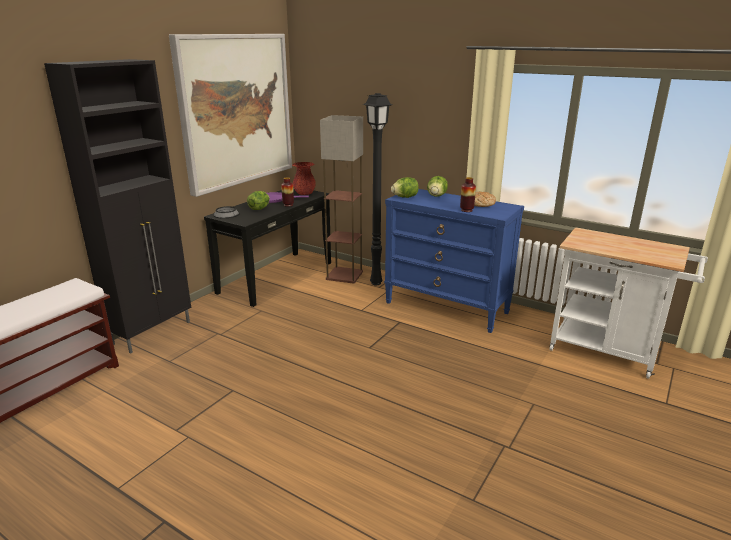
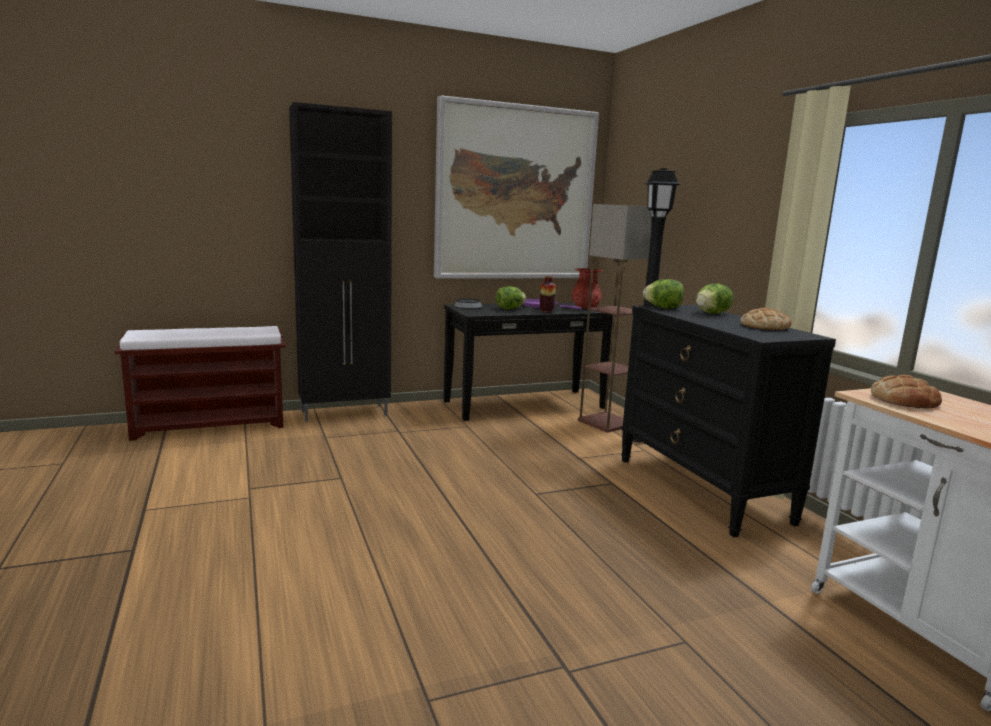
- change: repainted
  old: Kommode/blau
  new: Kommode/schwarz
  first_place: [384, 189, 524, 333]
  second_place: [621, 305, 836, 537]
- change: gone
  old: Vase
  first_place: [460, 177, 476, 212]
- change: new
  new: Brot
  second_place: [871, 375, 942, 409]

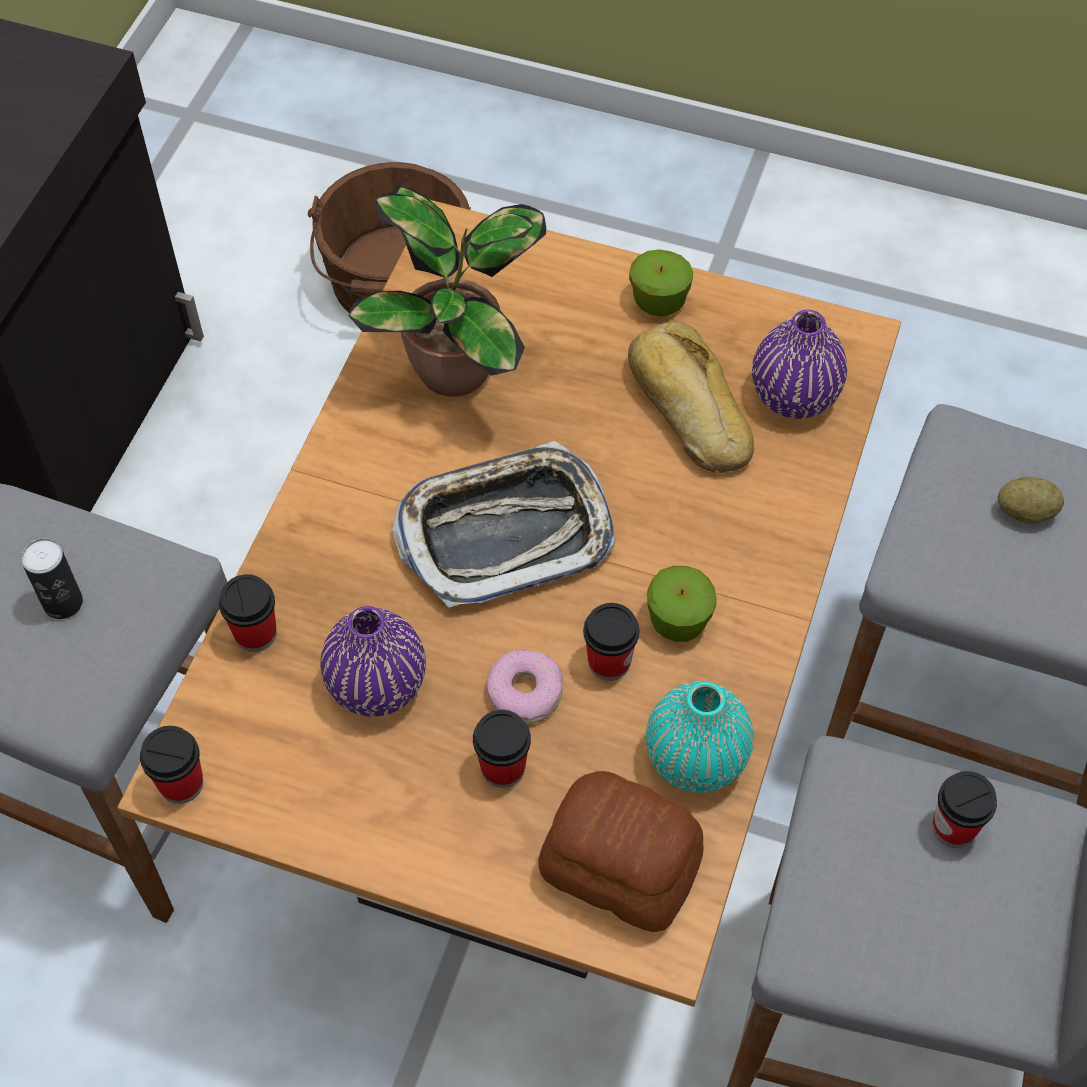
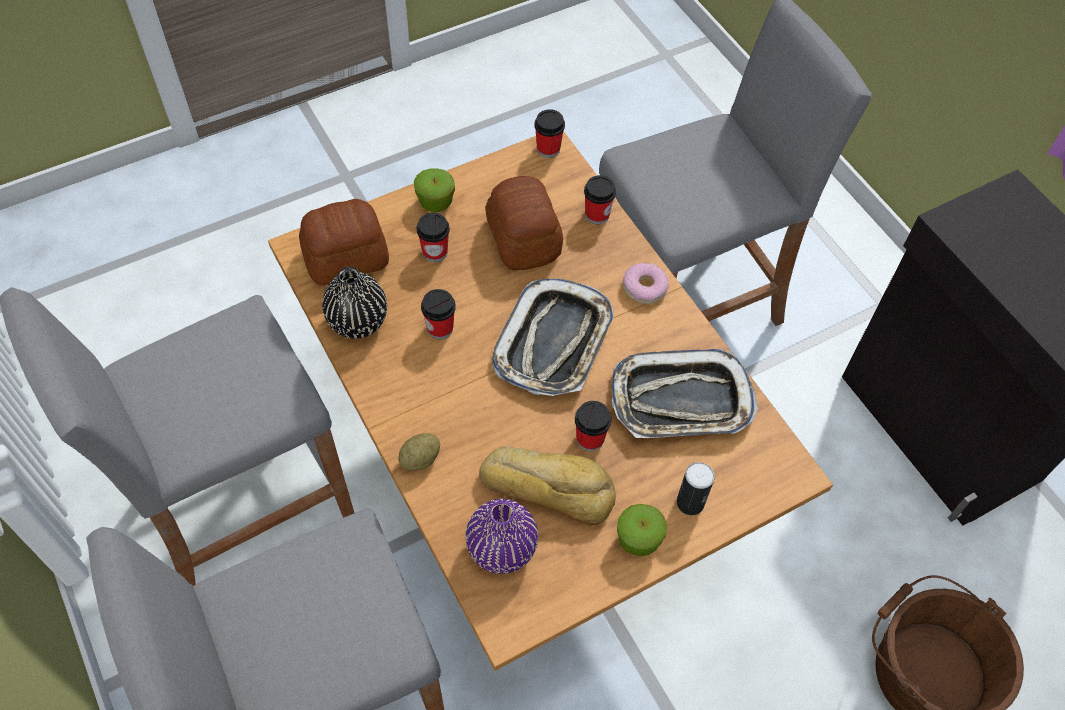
- change: shifted
  old: Dose
  first_place: [21, 538, 83, 619]
  second_place: [677, 462, 715, 515]
- change: swapped
  old: Vase/lila
  new: Brot
  first_place: [320, 606, 426, 717]
  second_place: [485, 176, 563, 270]
- change: swapped
  old: Topfpflanze
  new: Tablett
  first_place: [349, 186, 546, 397]
  second_place: [612, 349, 758, 438]
- change: shifted
  old: Donut
  first_place: [487, 650, 563, 724]
  second_place: [623, 263, 669, 304]
- change: repainted
  old: Vase/türkis
  new: Vase/schwarz
  first_place: [646, 682, 754, 793]
  second_place: [322, 267, 387, 339]
- change: shifted
  old: Apfel
  first_place: [647, 566, 717, 642]
  second_place: [414, 168, 455, 212]
- change: shifted
  old: Tasse
  first_place: [933, 771, 997, 847]
  second_place: [575, 401, 612, 451]
- change: shifted
  old: Kartoffel
  first_place: [998, 477, 1064, 524]
  second_place: [398, 433, 440, 471]

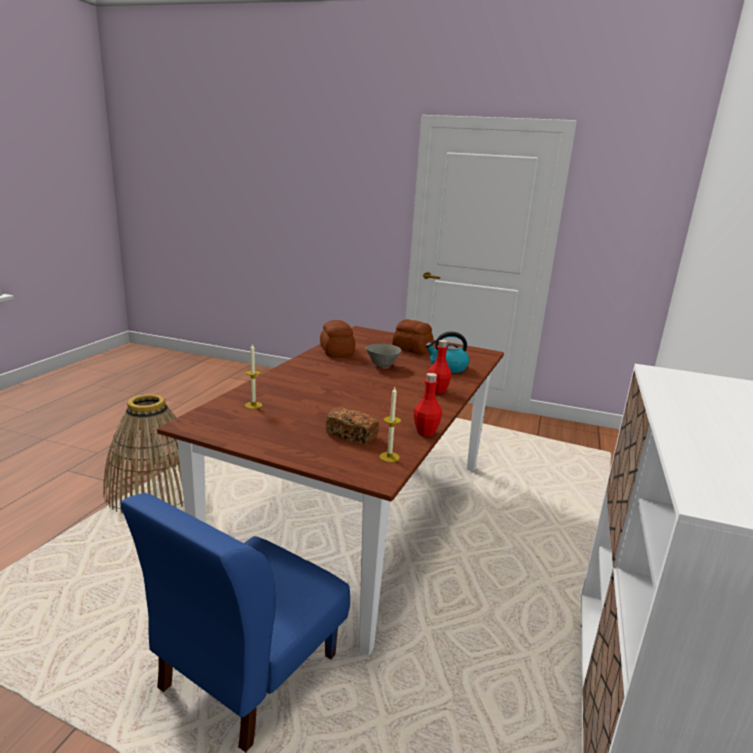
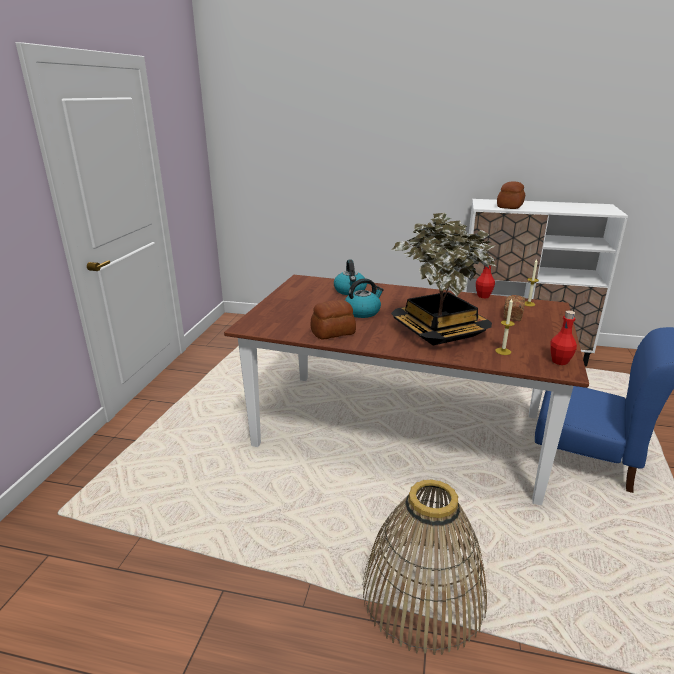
- change: swapped
  old: Schüssel/grau
  new: Wasserkessel
  first_place: [366, 344, 402, 367]
  second_place: [345, 278, 384, 318]
- change: shifted
  old: Brot
  first_place: [392, 319, 433, 354]
  second_place: [497, 181, 525, 209]
- change: shifted
  old: Flasche/rot
  first_place: [428, 340, 451, 394]
  second_place: [550, 311, 577, 365]
- change: new
  new: Topfpflanze
  second_place: [391, 213, 497, 345]

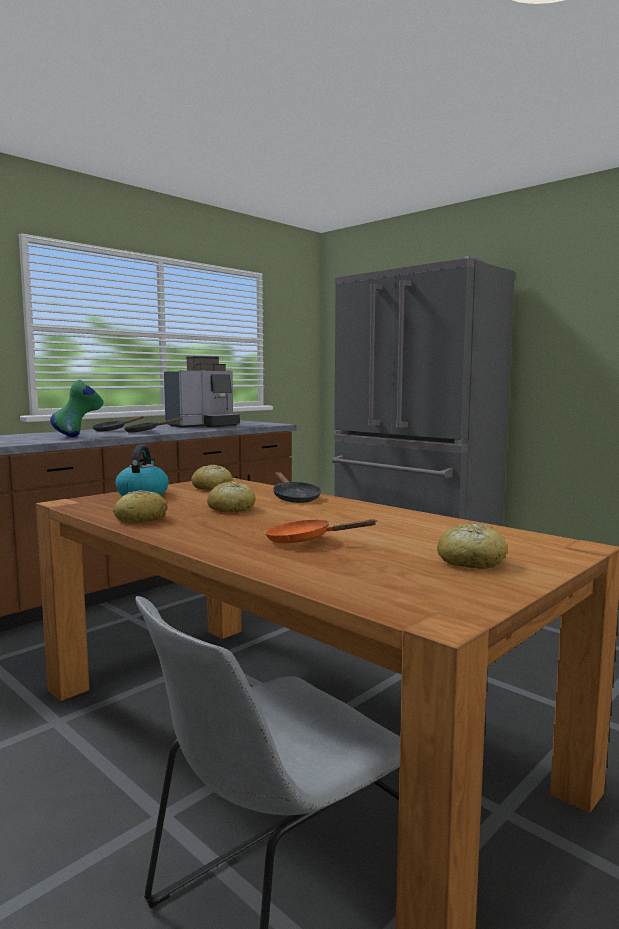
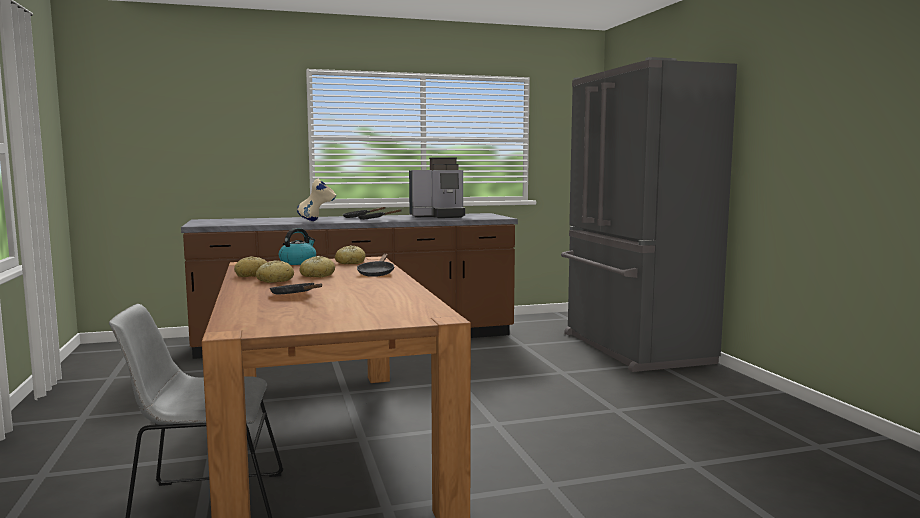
- change: repainted
  old: Vase/grün
  new: Vase/beige
  first_place: [50, 380, 104, 437]
  second_place: [297, 179, 336, 221]
- change: repainted
  old: Pfanne/orange
  new: Pfanne/schwarz
  first_place: [265, 519, 377, 543]
  second_place: [270, 283, 322, 295]
- change: shifted
  old: Brot
  first_place: [437, 523, 507, 569]
  second_place: [256, 260, 294, 283]

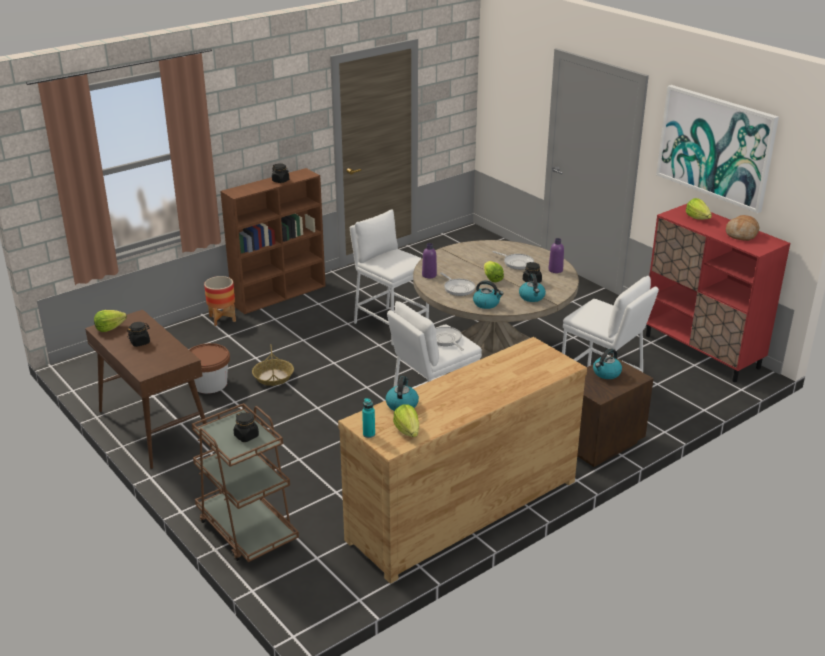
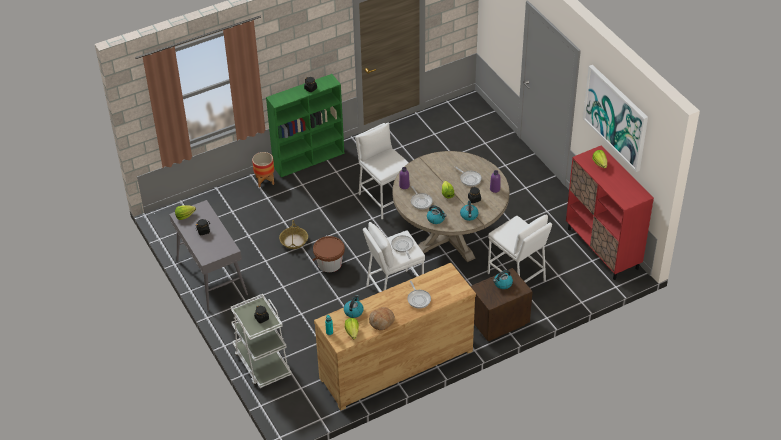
- change: repainted
  old: Konsolentisch/braun
  new: Konsolentisch/grau
  first_place: [85, 310, 207, 469]
  second_place: [169, 200, 248, 311]
- change: shifted
  old: Eimer/braun
  first_place: [189, 343, 230, 394]
  second_place: [313, 236, 345, 272]
- change: repainted
  old: Rollwagen/braun
  new: Rollwagen/weiß
  first_place: [192, 403, 299, 562]
  second_place: [231, 294, 292, 388]
- change: repainted
  old: Bücherregal/braun
  new: Bücherregal/grün
  first_place: [220, 168, 326, 314]
  second_place: [266, 74, 344, 177]
- change: shifted
  old: Brot
  first_place: [726, 215, 759, 241]
  second_place: [369, 307, 395, 330]
- change: new
  new: Pfanne
  second_place: [407, 281, 431, 309]

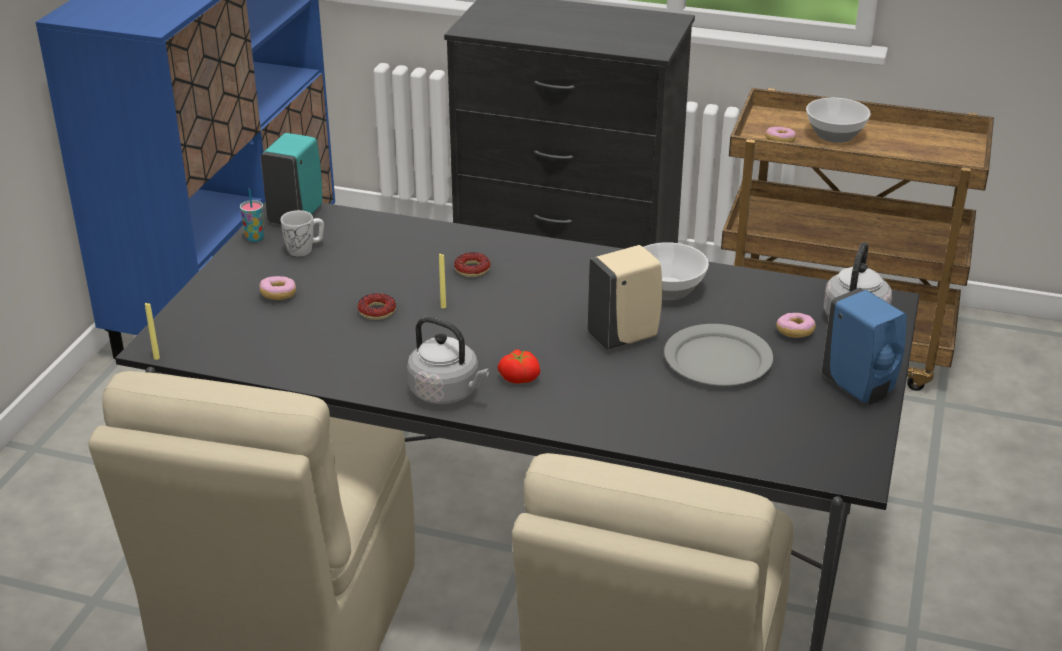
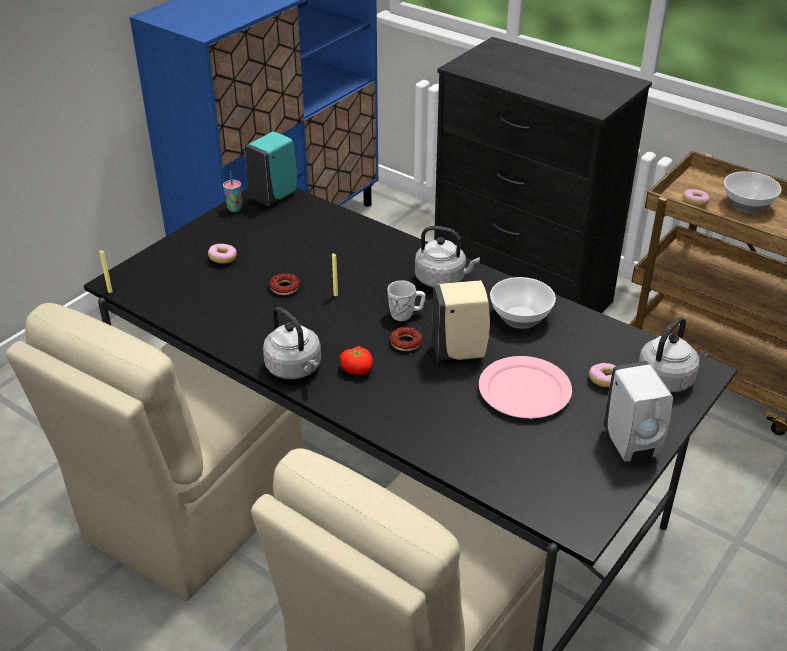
- change: shifted
  old: Henkelbecher/weiß
  first_place: [281, 210, 324, 256]
  second_place: [387, 280, 426, 321]
- change: shifted
  old: Donut
  first_place: [454, 252, 491, 277]
  second_place: [390, 327, 422, 351]
- change: repainted
  old: Teller/grau
  new: Teller/rosa
  first_place: [664, 324, 773, 386]
  second_place: [479, 356, 572, 418]
- change: repainted
  old: Seifenspender/blau
  new: Seifenspender/weiß
  first_place: [822, 288, 907, 404]
  second_place: [603, 361, 673, 464]
- change: new
  new: Wasserkessel/grau
  second_place: [415, 226, 480, 288]

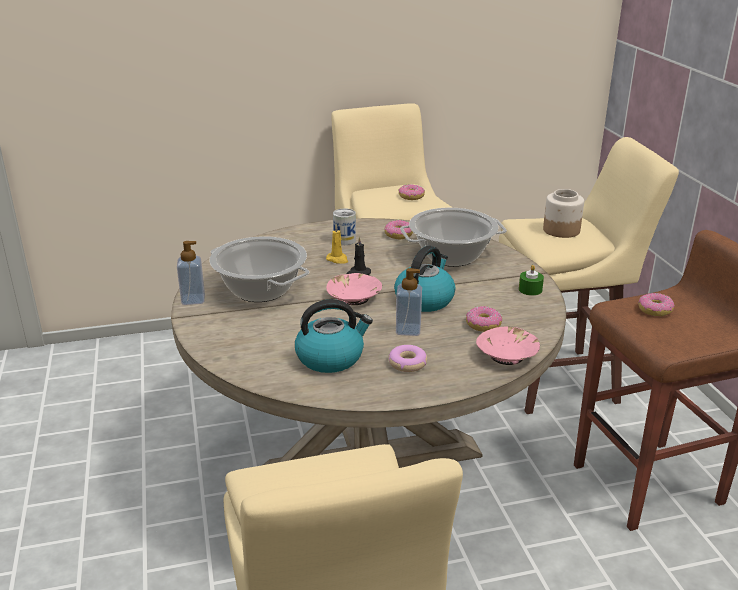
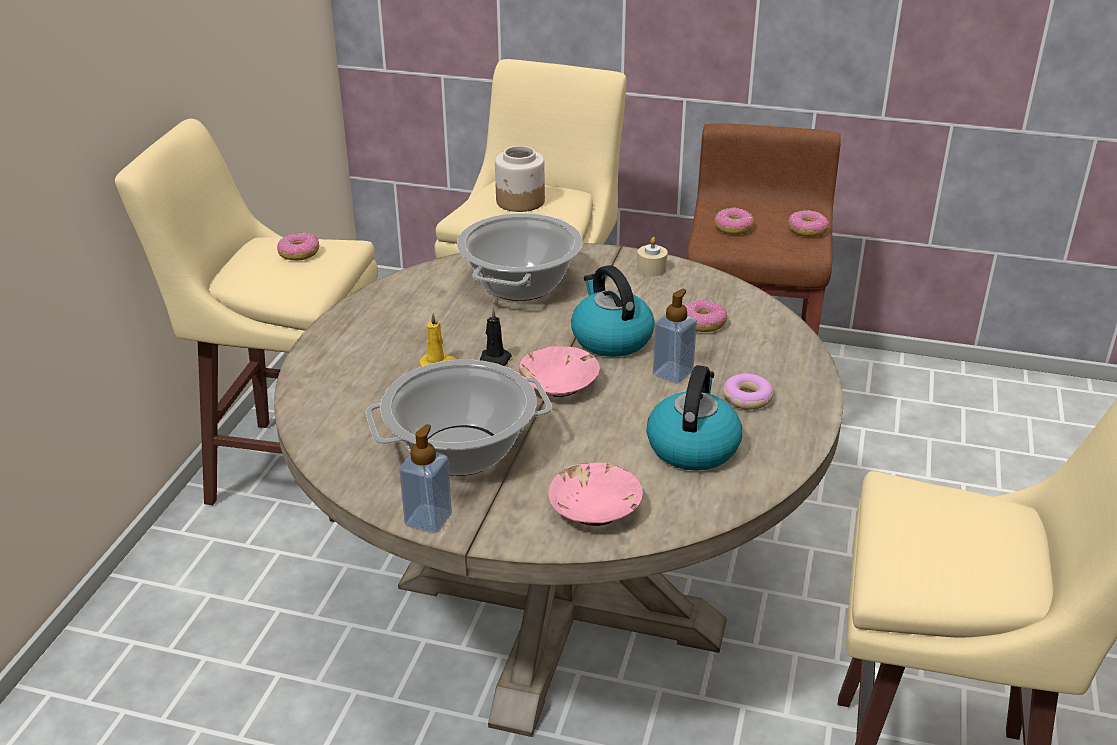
- change: gone
  old: Dose
  first_place: [333, 208, 356, 245]
- change: shifted
  old: Donut
  first_place: [385, 220, 413, 239]
  second_place: [788, 210, 829, 237]
- change: shifted
  old: Schüssel/rosa
  first_place: [476, 326, 540, 365]
  second_place: [549, 462, 643, 526]
- change: repainted
  old: Kerze/grün
  new: Kerze/beige
  first_place: [519, 265, 544, 296]
  second_place: [637, 237, 668, 277]

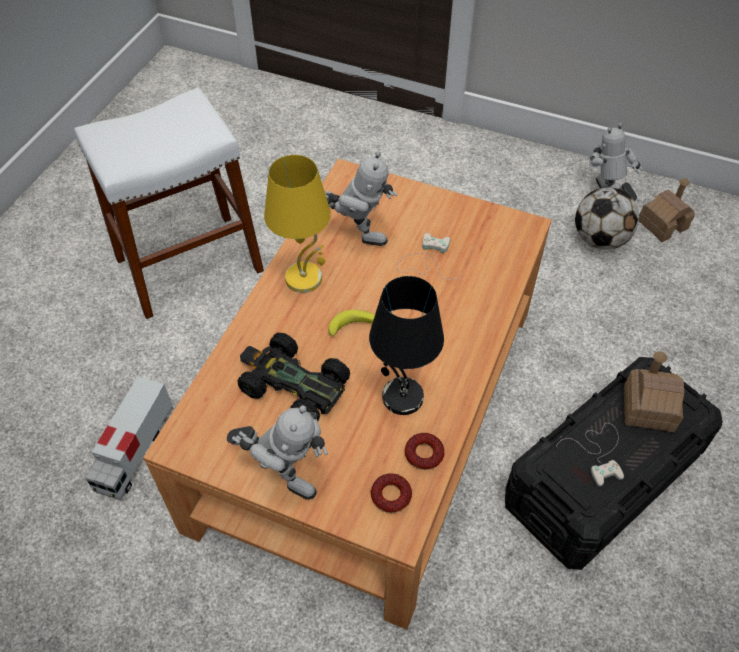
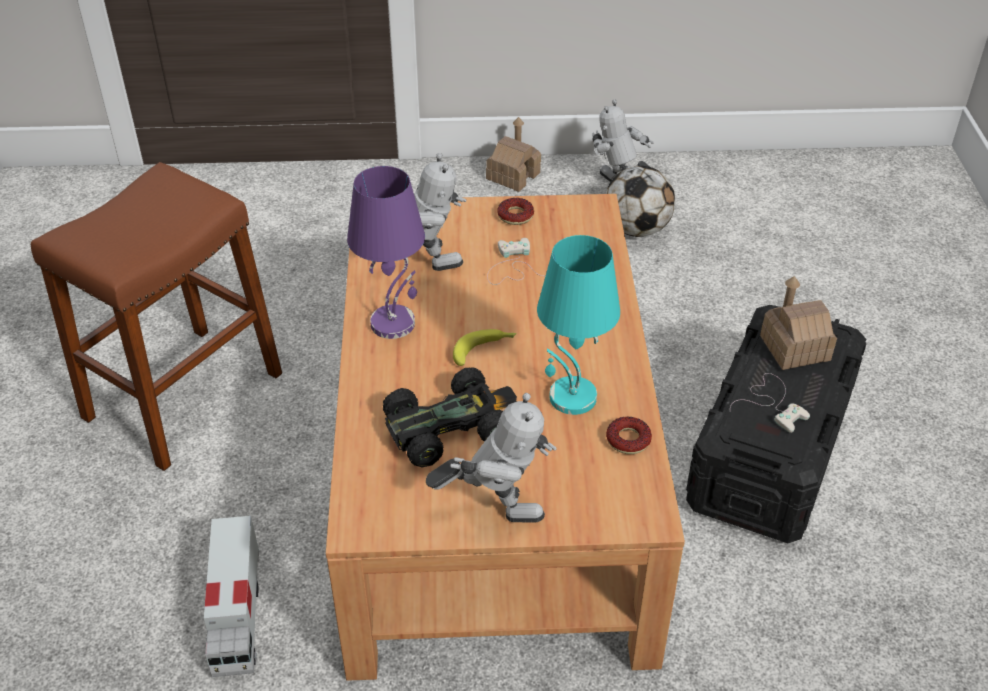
- change: repainted
  old: Hocker/weiß
  new: Hocker/braun
  first_place: [74, 88, 264, 319]
  second_place: [31, 162, 282, 471]
- change: rotated
  old: Spielzeugauto/schwarz
  first_place: [237, 333, 350, 421]
  second_place: [383, 367, 517, 468]
  degrees: 150
- change: repainted
  old: Tischlampe/gelb
  new: Tischlampe/lila
  first_place: [264, 155, 331, 293]
  second_place: [347, 166, 425, 339]
- change: repainted
  old: Tischlampe/schwarz
  new: Tischlampe/türkis
  first_place: [369, 276, 444, 415]
  second_place: [537, 235, 620, 415]
- change: shifted
  old: Donut
  first_place: [371, 473, 412, 513]
  second_place: [497, 198, 534, 225]
- change: shifted
  old: Spielzeughaus
  first_place: [639, 178, 695, 242]
  second_place: [486, 117, 541, 192]

